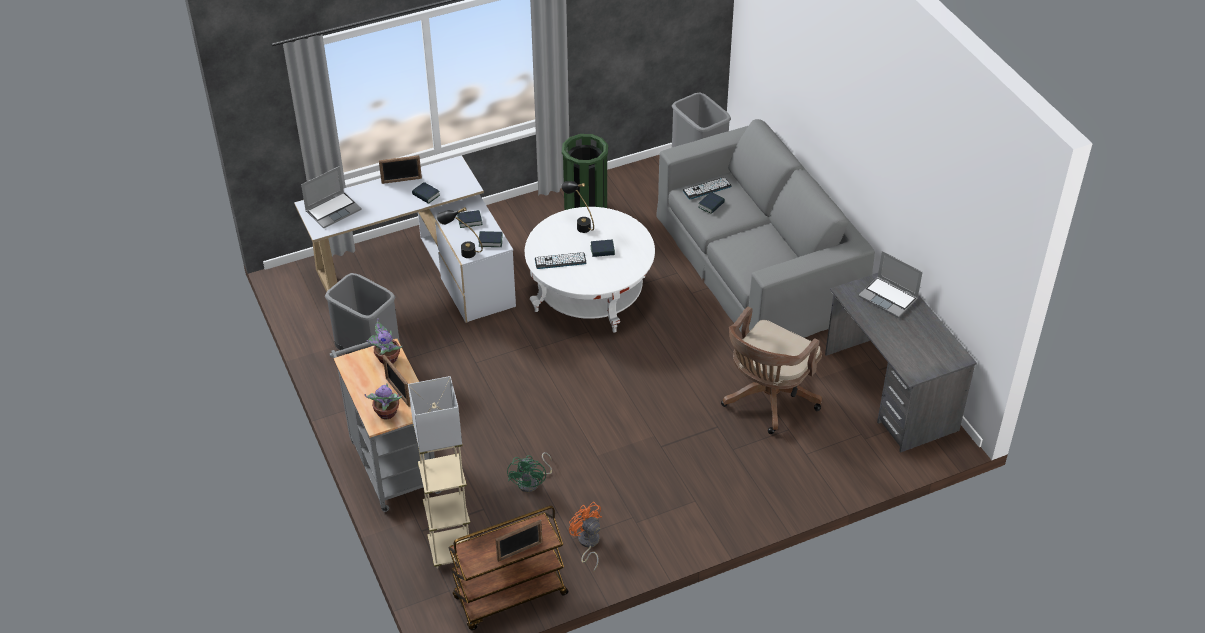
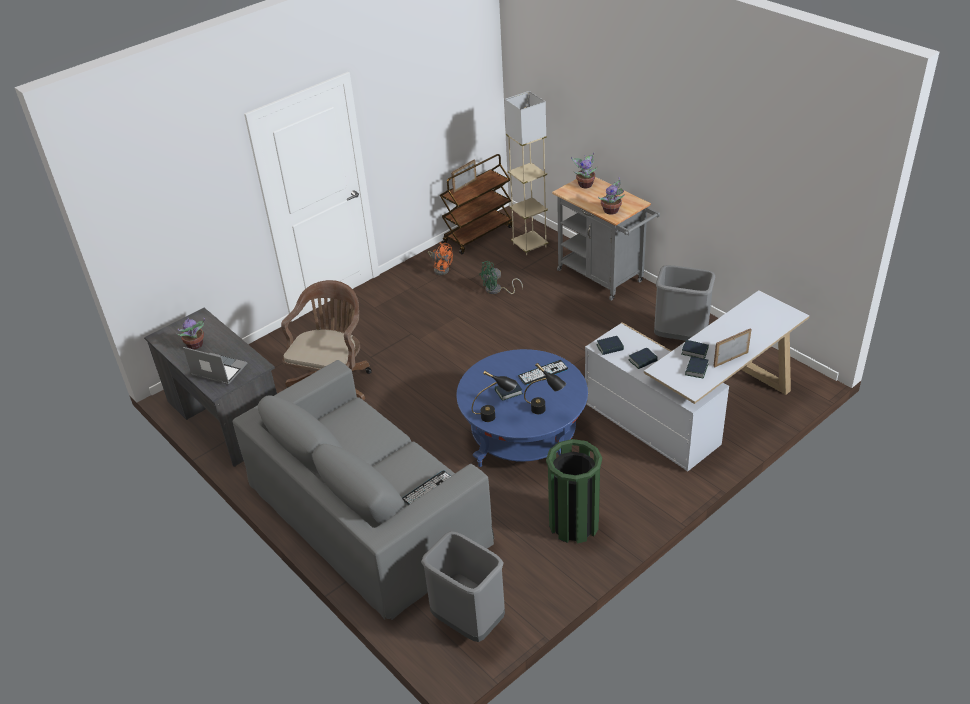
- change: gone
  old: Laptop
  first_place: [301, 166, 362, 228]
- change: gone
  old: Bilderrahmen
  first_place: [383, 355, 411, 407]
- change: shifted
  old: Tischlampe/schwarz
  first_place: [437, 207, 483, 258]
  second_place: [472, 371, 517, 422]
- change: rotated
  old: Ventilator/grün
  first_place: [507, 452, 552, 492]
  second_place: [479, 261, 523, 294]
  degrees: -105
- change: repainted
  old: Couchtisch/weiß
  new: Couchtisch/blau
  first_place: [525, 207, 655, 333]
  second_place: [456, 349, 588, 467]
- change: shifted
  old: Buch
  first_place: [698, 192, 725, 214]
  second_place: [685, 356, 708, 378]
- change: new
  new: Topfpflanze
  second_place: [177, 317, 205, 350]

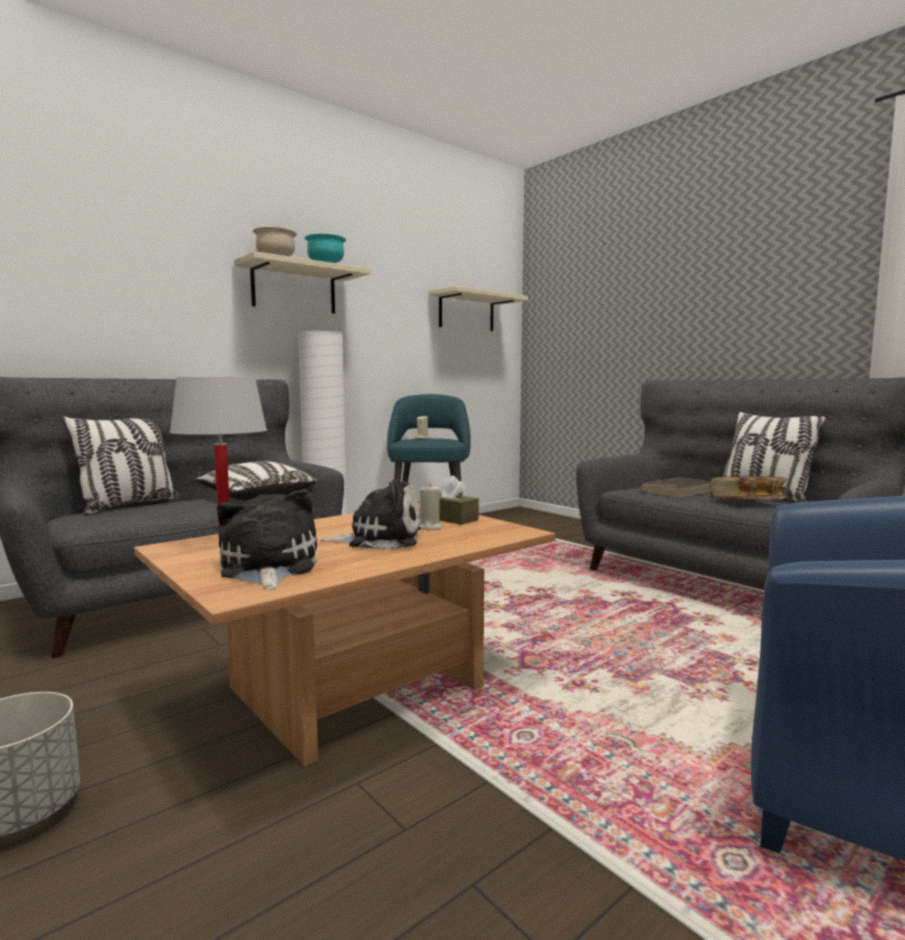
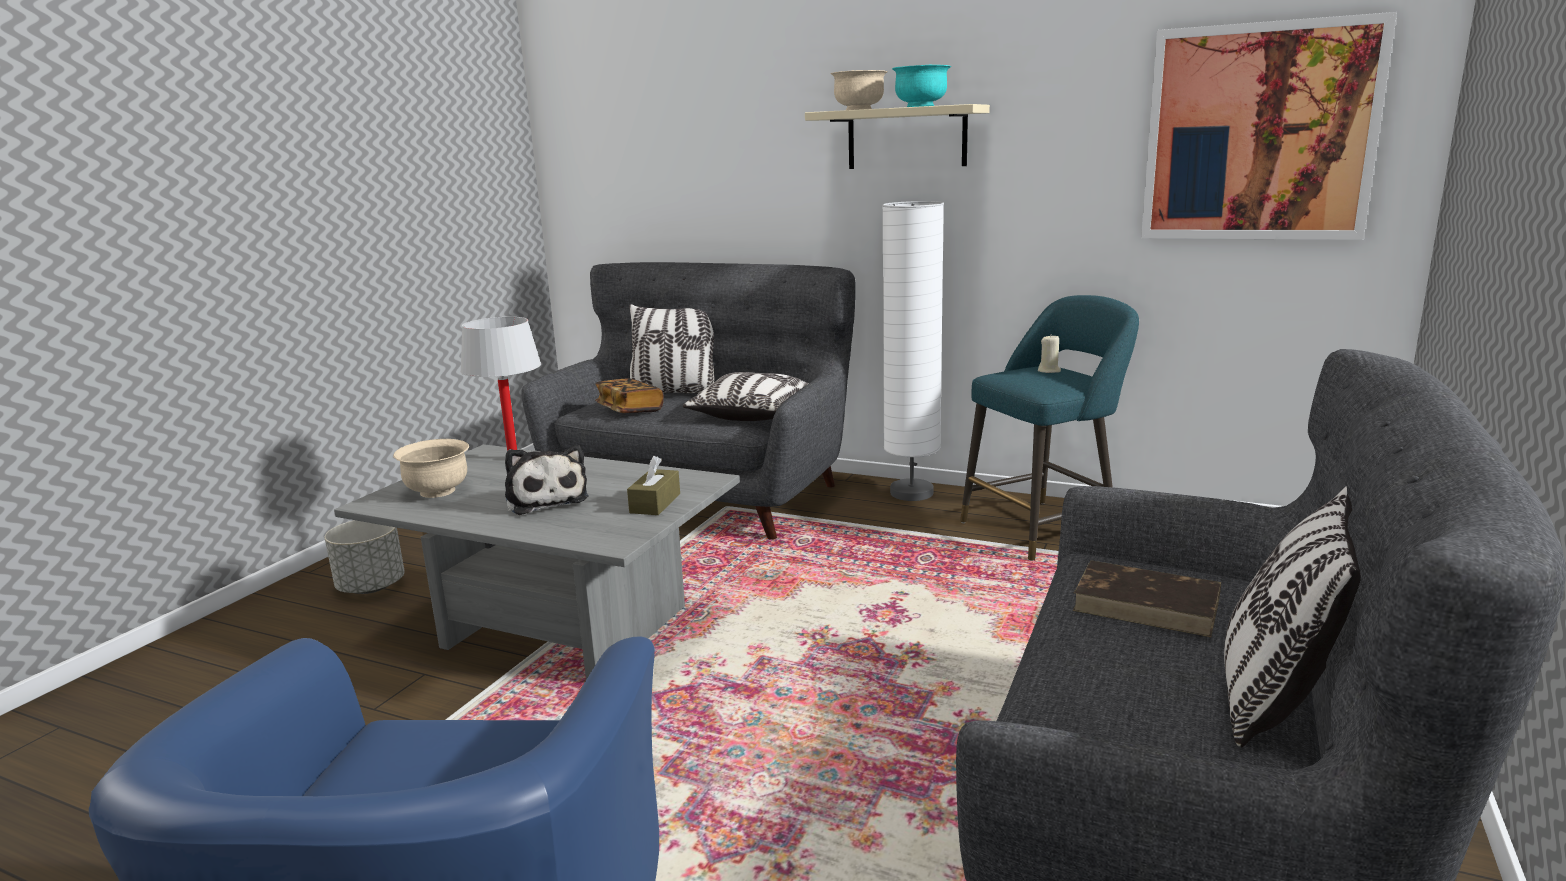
- change: repainted
  old: Couchtisch/braun
  new: Couchtisch/grau
  first_place: [134, 503, 555, 767]
  second_place: [334, 444, 740, 679]
- change: swapped
  old: Plüschtier
  new: Schüssel/beige
  first_place: [217, 489, 317, 590]
  second_place: [393, 439, 469, 498]
- change: gone
  old: Kerze/beige
  first_place: [420, 484, 443, 530]
- change: swapped
  old: Wandregal/beige
  new: Bild
  first_place: [429, 286, 528, 331]
  second_place: [1141, 12, 1397, 240]
- change: shifted
  old: Buch
  first_place: [710, 476, 787, 500]
  second_place: [595, 379, 664, 413]

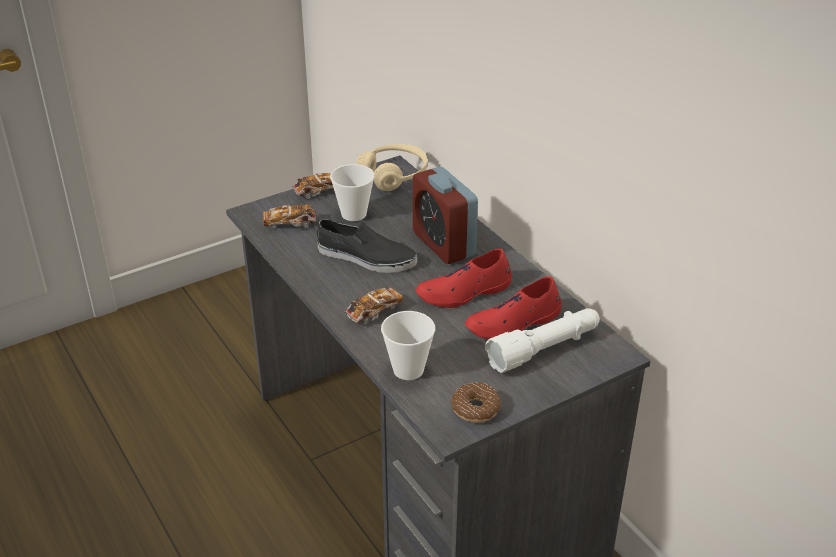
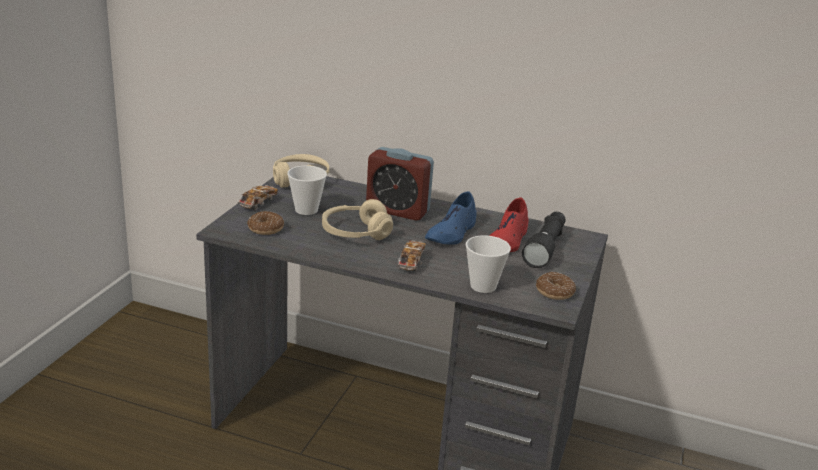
- change: swapped
  old: Spielzeugauto
  new: Donut
  first_place: [263, 204, 316, 229]
  second_place: [247, 211, 284, 235]
- change: swapped
  old: Schuh/schwarz
  new: Kopfhörer/beige
  first_place: [317, 219, 417, 273]
  second_place: [322, 199, 393, 240]
- change: repainted
  old: Schuh/rot
  new: Schuh/blau
  first_place: [415, 249, 512, 308]
  second_place: [425, 191, 477, 245]
- change: repainted
  old: Taschenlampe/weiß
  new: Taschenlampe/schwarz
  first_place: [485, 308, 600, 373]
  second_place: [522, 212, 566, 268]

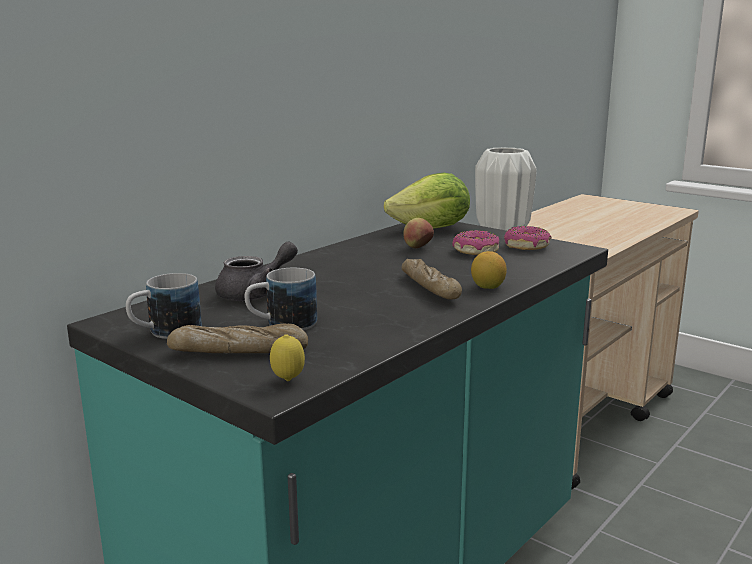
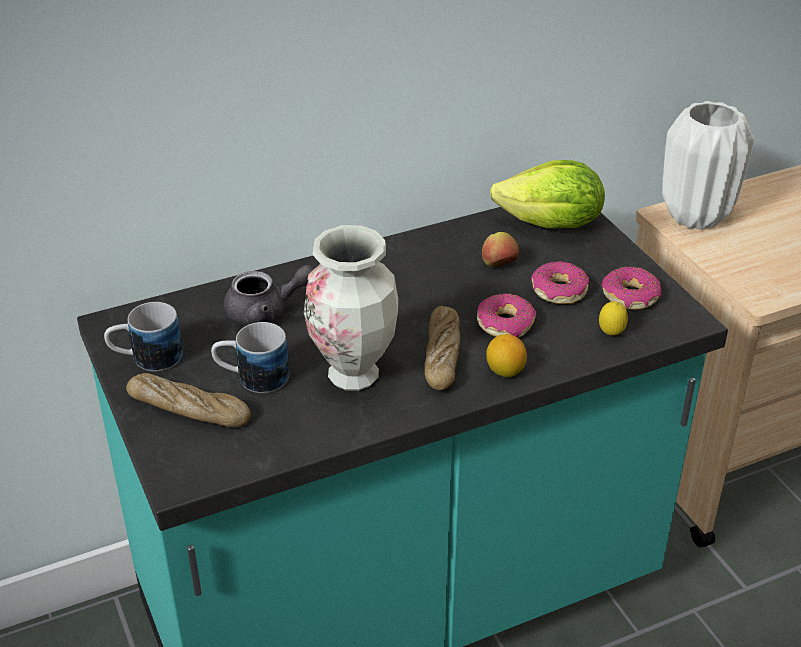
- change: shifted
  old: Zitrone
  first_place: [270, 334, 305, 381]
  second_place: [599, 301, 628, 335]
- change: new
  new: Vase
  second_place: [304, 225, 398, 391]
- change: new
  new: Donut
  second_place: [477, 293, 536, 338]

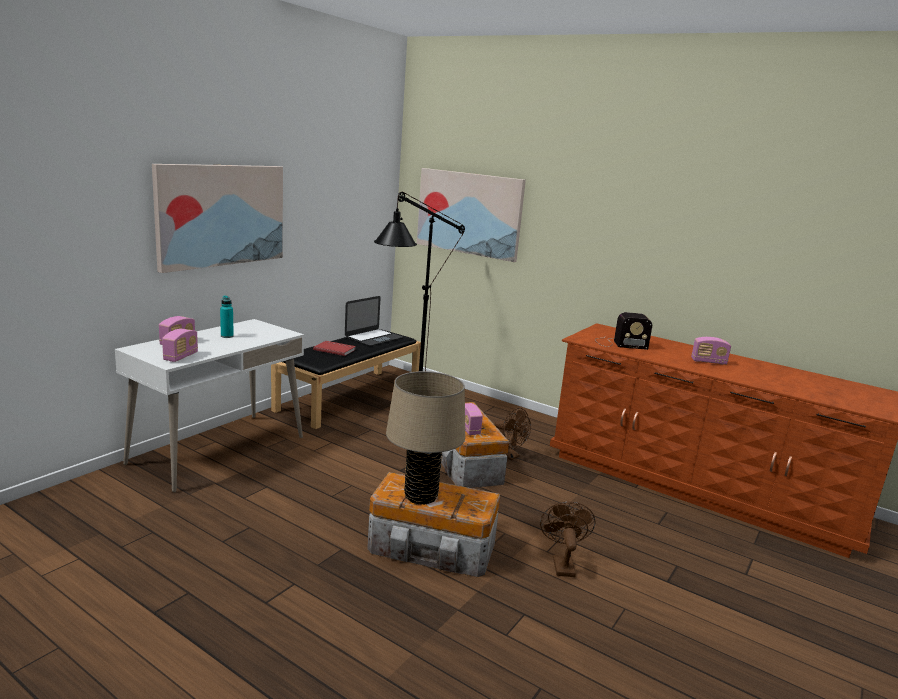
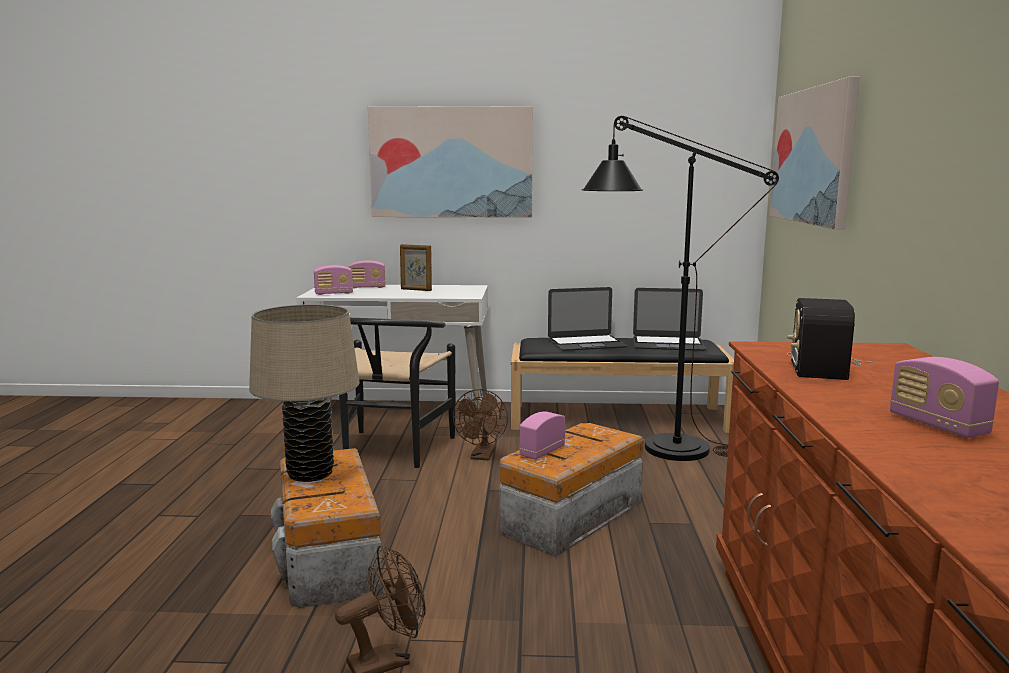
- change: swapped
  old: Flasche/türkis
  new: Bilderrahmen
  first_place: [220, 296, 234, 338]
  second_place: [400, 244, 432, 291]
- change: swapped
  old: Buch/rot
  new: Laptop
  first_place: [313, 341, 356, 356]
  second_place: [548, 287, 628, 351]
- change: shifted
  old: Ventilator/braun
  first_place: [495, 408, 531, 460]
  second_place: [453, 389, 508, 460]
- change: rotated
  old: Radio
  first_place: [595, 312, 652, 350]
  second_place: [787, 298, 874, 380]
  degrees: 45
- change: new
  new: Stuhl/schwarz
  second_place: [339, 318, 456, 468]

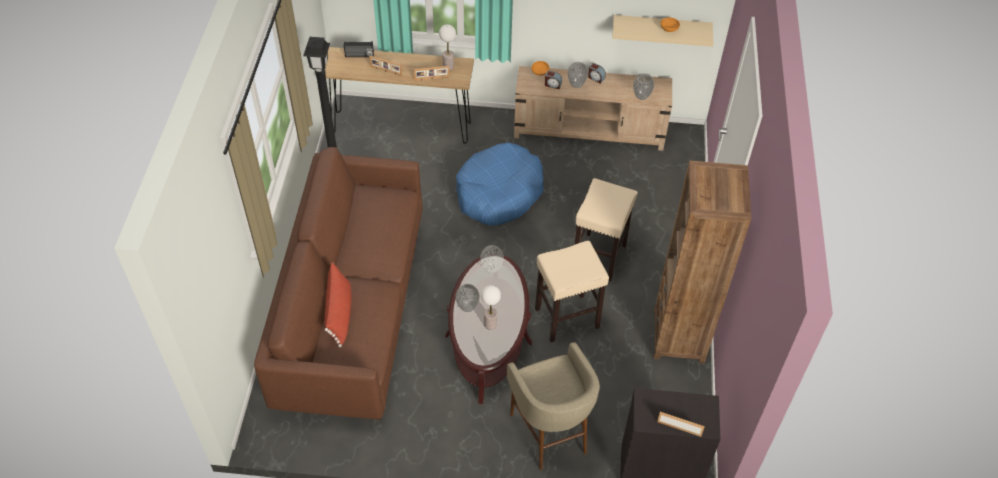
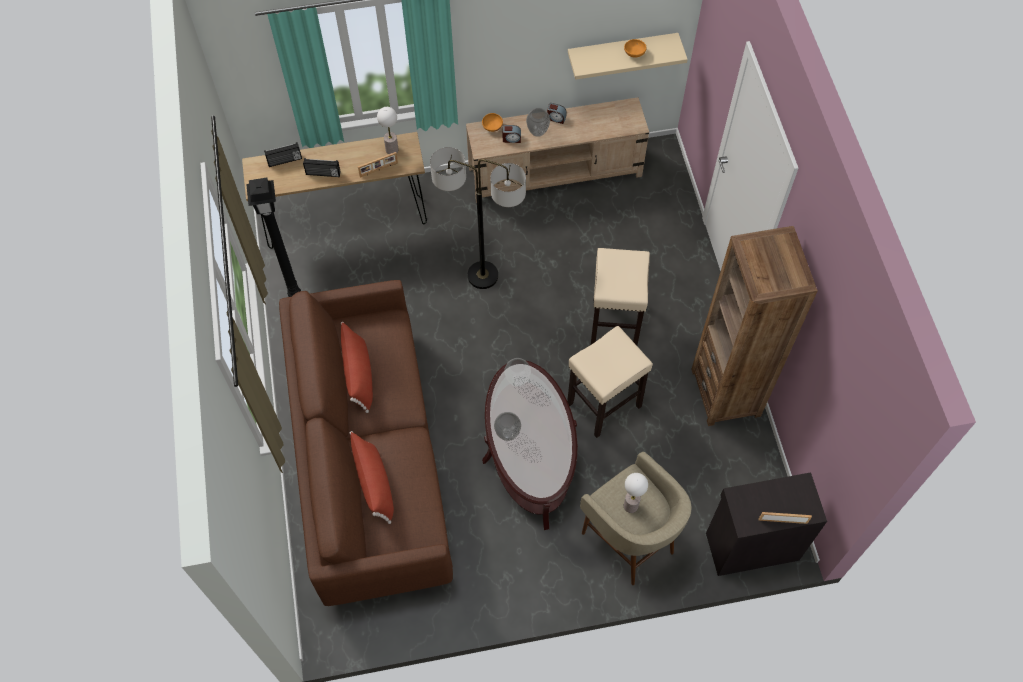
- change: swapped
  old: Bilderrahmen
  new: Radio
  first_place: [369, 56, 402, 76]
  second_place: [303, 158, 341, 177]
- change: swapped
  old: Hundebett/blau
  new: Stehlampe
  first_place: [456, 143, 544, 226]
  second_place: [430, 147, 526, 289]
- change: shifted
  old: Tischlampe
  first_place: [481, 285, 501, 329]
  second_place: [624, 473, 648, 513]
- change: gone
  old: Vase
  first_place: [633, 74, 654, 100]
- change: new
  new: Kissen/rot
  second_place: [341, 322, 373, 413]

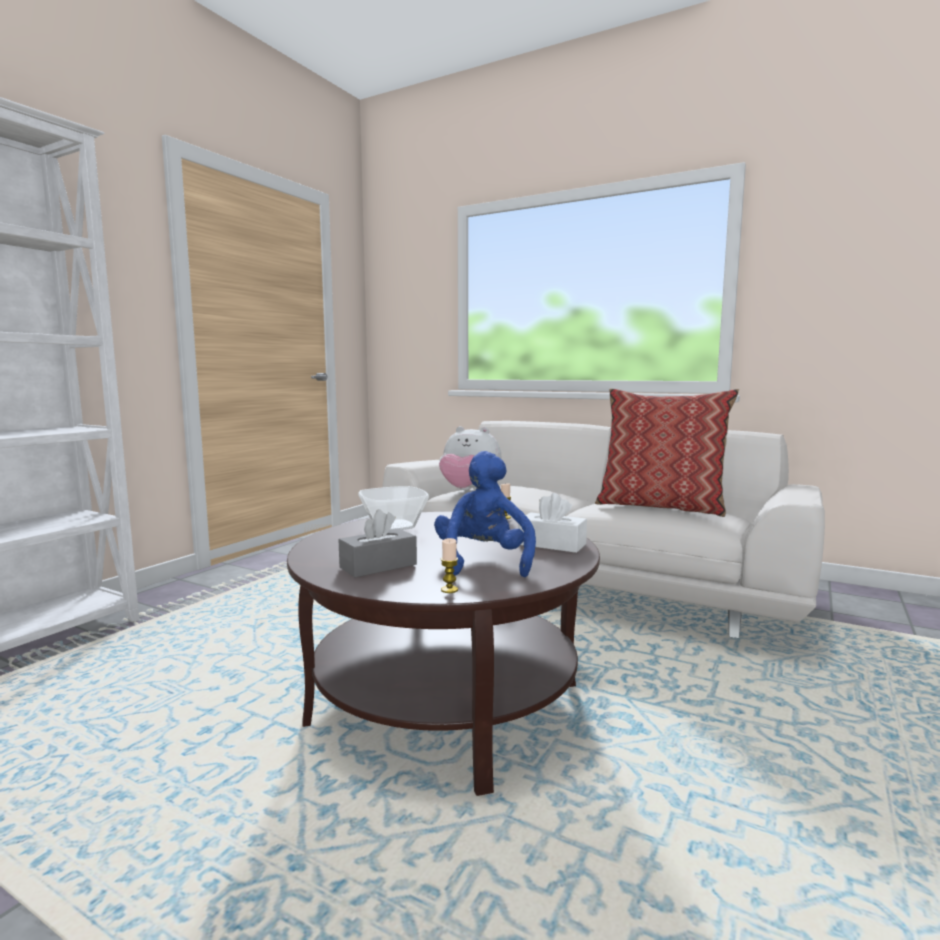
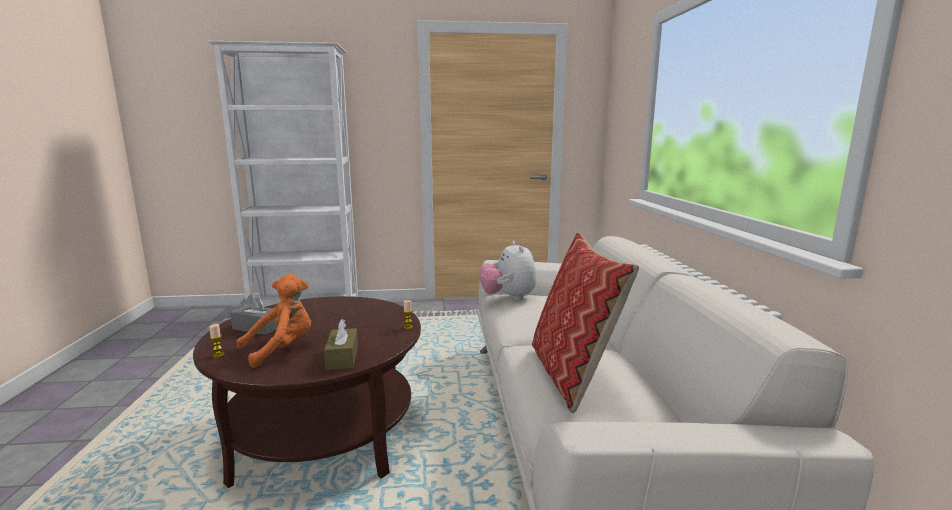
- change: gone
  old: Schüssel
  first_place: [358, 486, 429, 530]
- change: repainted
  old: Plüschtier/blau
  new: Plüschtier/orange
  first_place: [434, 451, 536, 577]
  second_place: [237, 274, 311, 368]
- change: repainted
  old: Taschentuchbox/weiß
  new: Taschentuchbox/braun
  first_place: [519, 493, 587, 553]
  second_place: [324, 319, 358, 370]

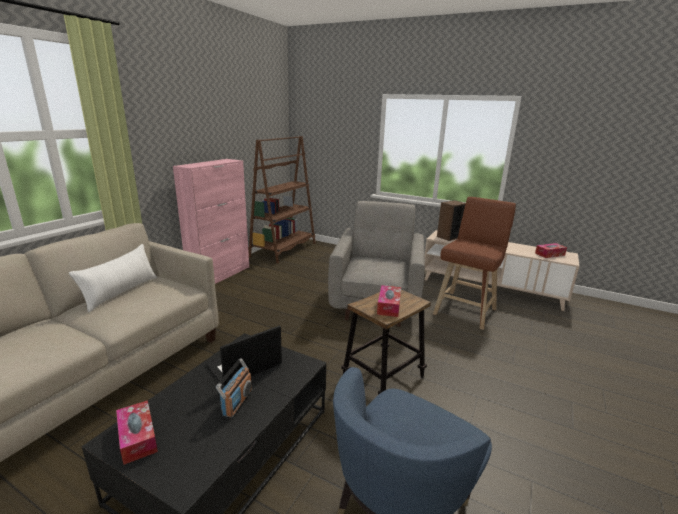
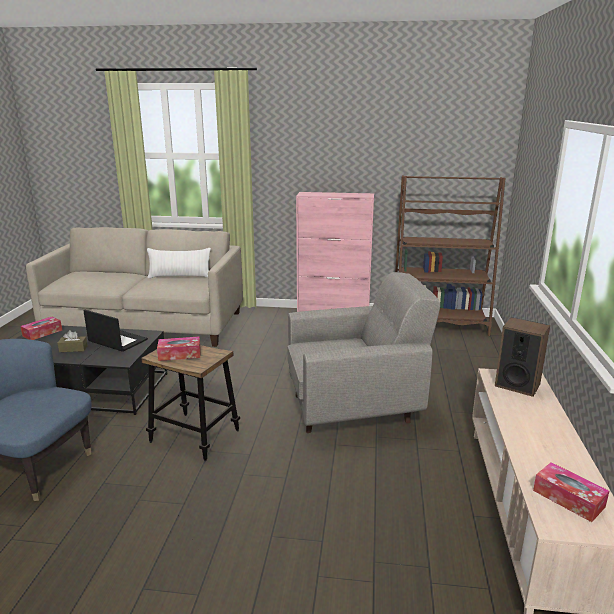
- change: swapped
  old: Radio
  new: Taschentuchbox/braun
  first_place: [216, 358, 252, 419]
  second_place: [57, 330, 88, 352]
- change: gone
  old: Hocker/braun
  first_place: [433, 197, 516, 330]

